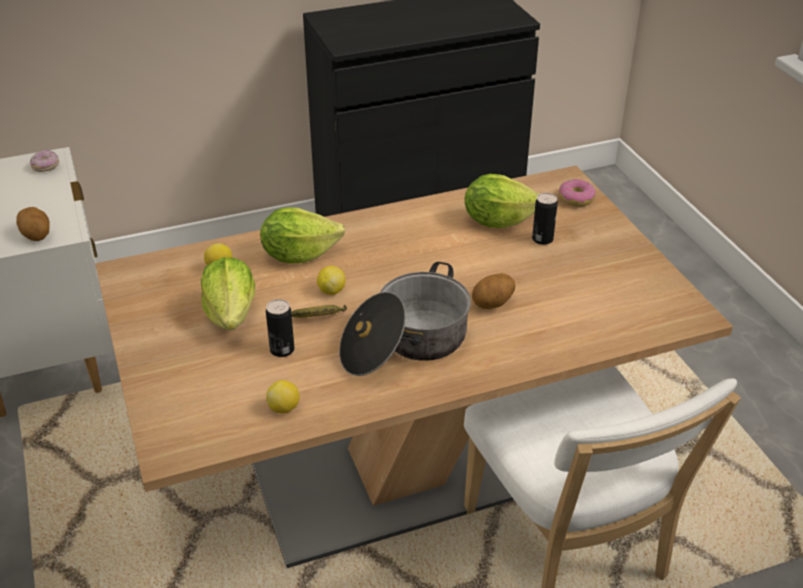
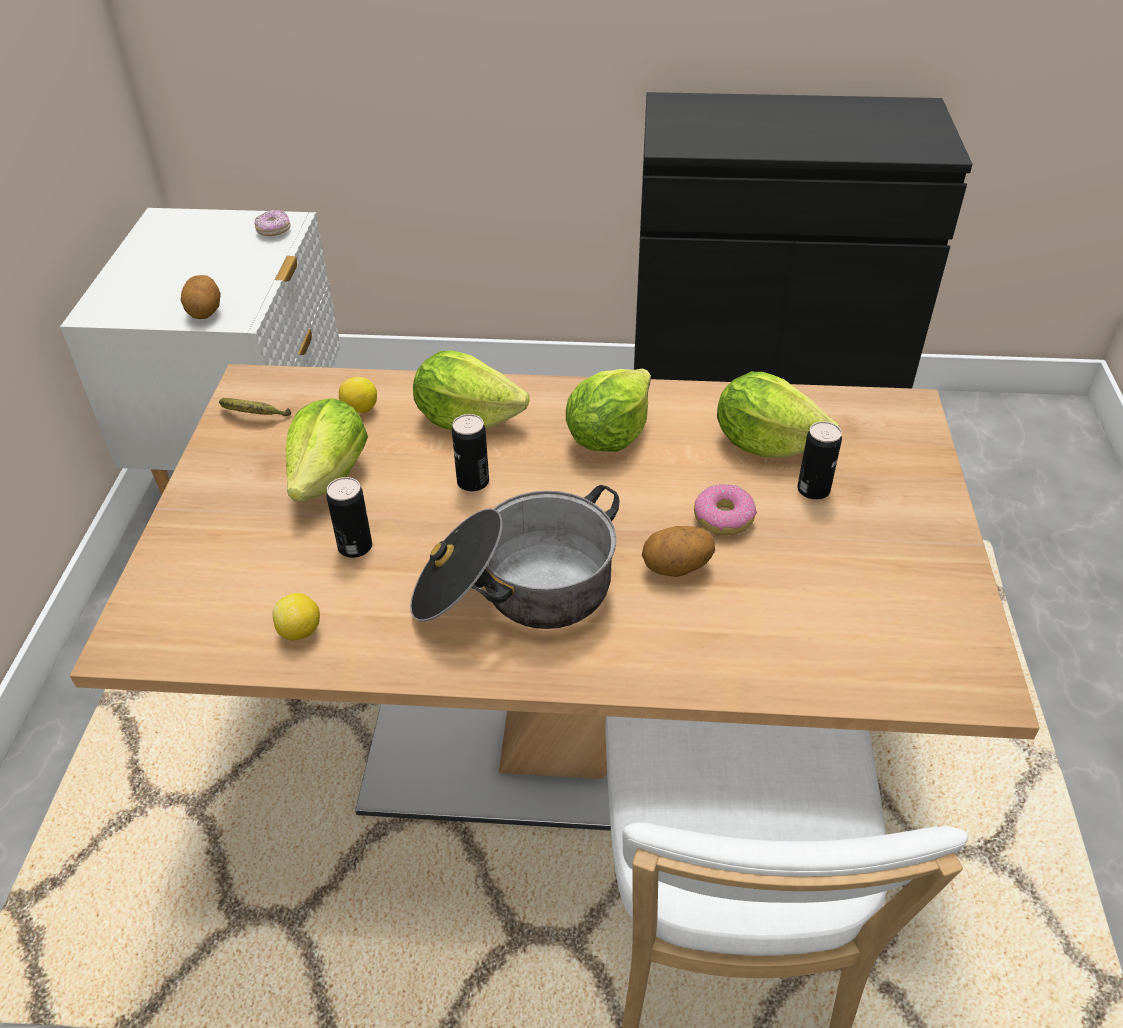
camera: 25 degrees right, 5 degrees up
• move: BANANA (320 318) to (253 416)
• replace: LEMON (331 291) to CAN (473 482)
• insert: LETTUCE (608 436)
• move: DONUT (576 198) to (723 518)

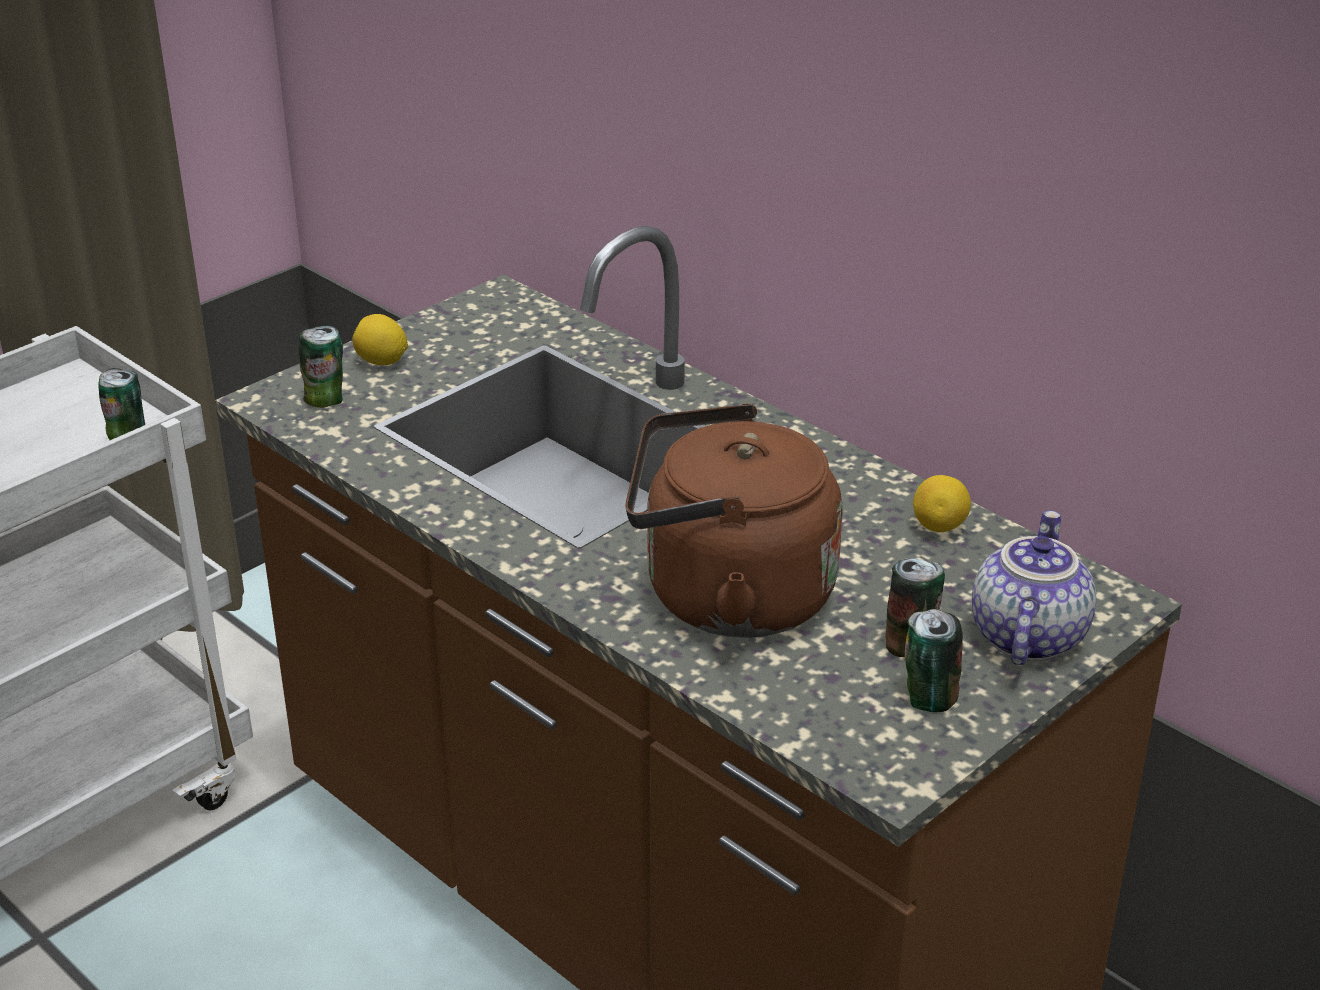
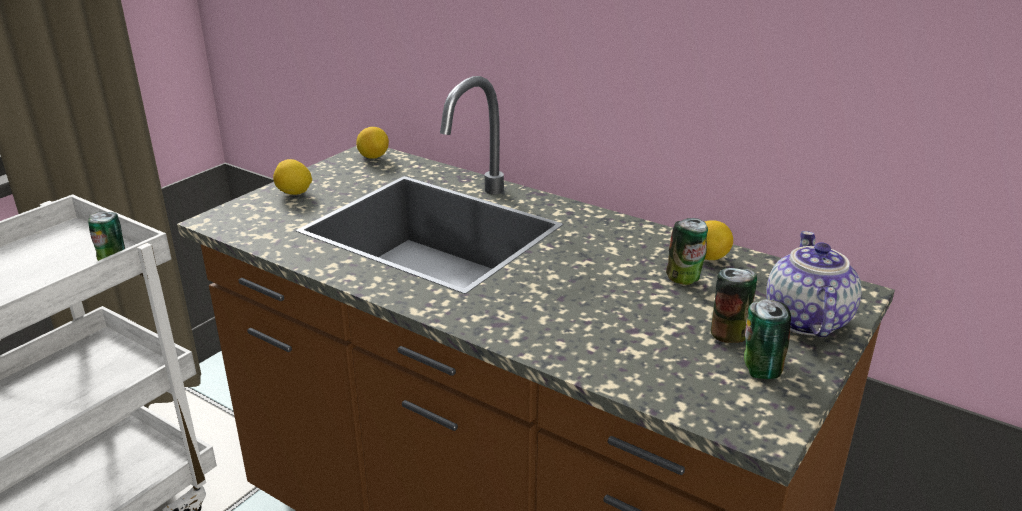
camera: 10 degrees left, 5 degrees down
• insert: LEMON (373 157)
• move: CAN (325 400) to (685 279)
• delete: BROWN KETTLE (726 597)

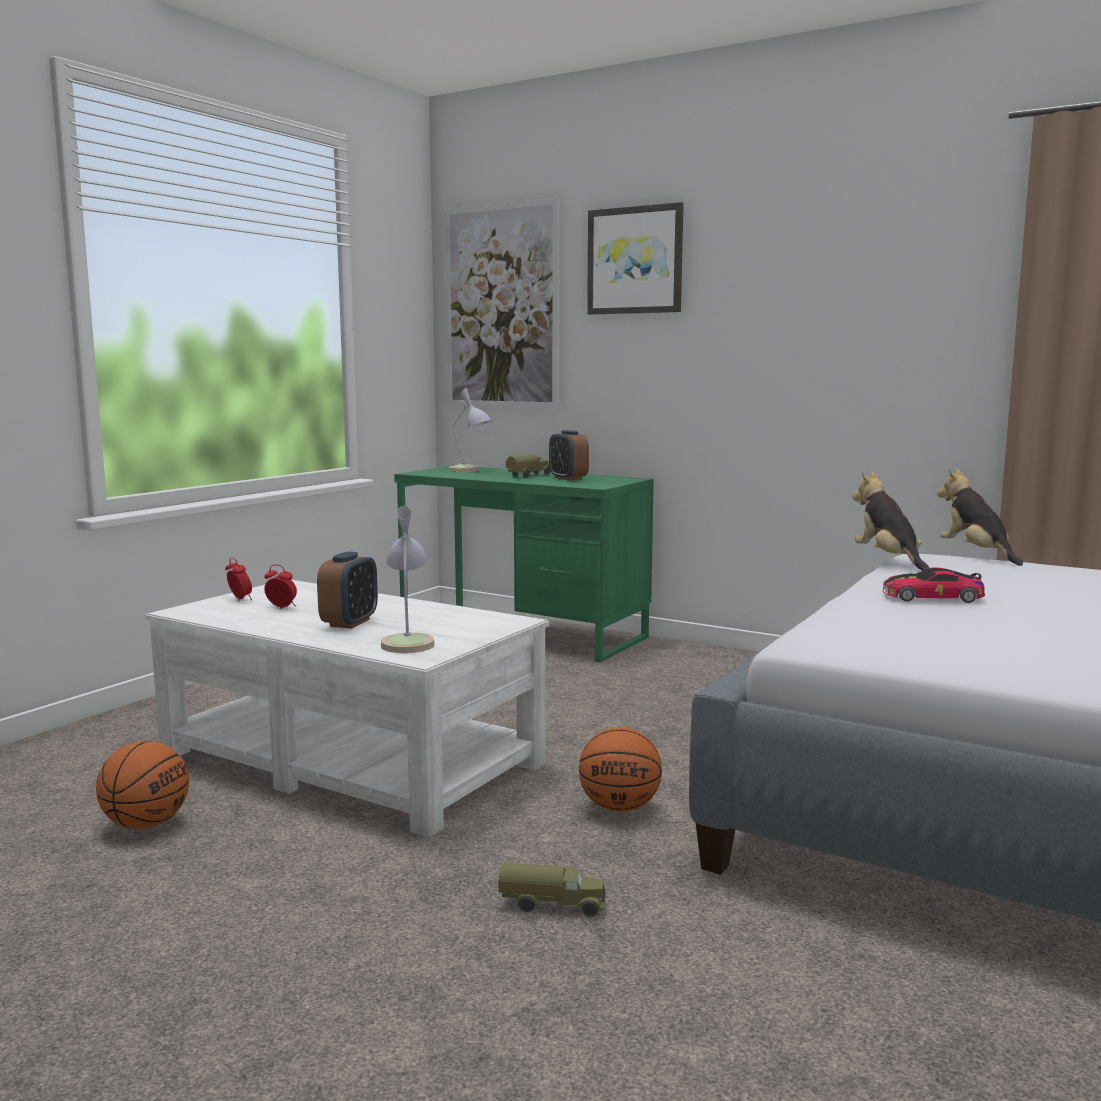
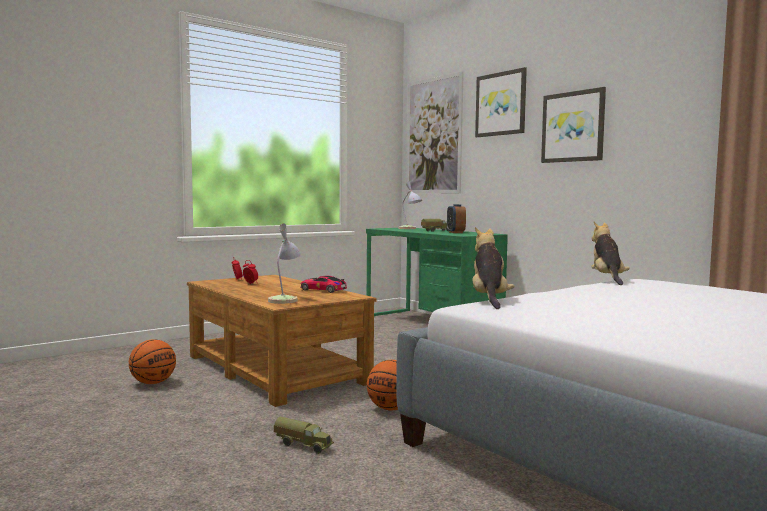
camera: 20 degrees right, 5 degrees down
• recolor: WHITE COFFEE TABLE (350 757) to BROWN COFFEE TABLE (275 368)
• move: TOY CAR (932 597) to (323 290)
• move: PLUSH TOY (976 554) to (489 300)
• insert: PICTURE (573 127)
• delete: ALARM CLOCK (349 623)

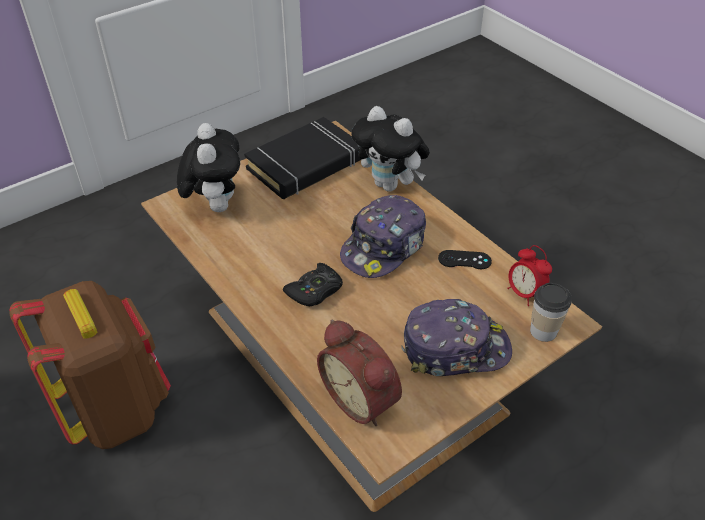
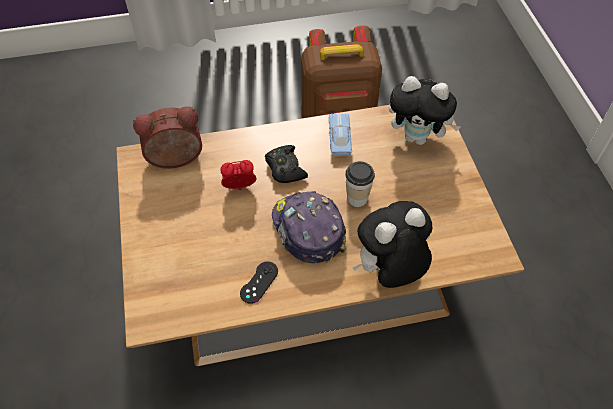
camera: 115 degrees right, 10 degrees up
• move: ALARM CLOCK (524 294) to (239 188)
• insert: BLUE TOY CAR (339 138)
• move: CUP (543 331) to (357 198)
• delete: BLACK BOOK (305 165)
• delete: CAP (455 348)

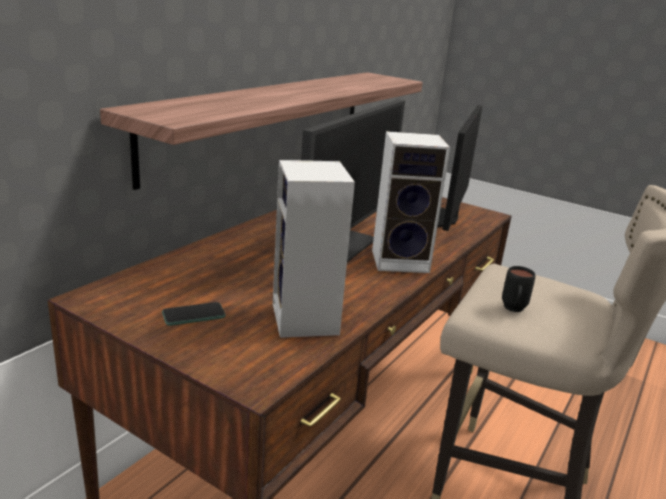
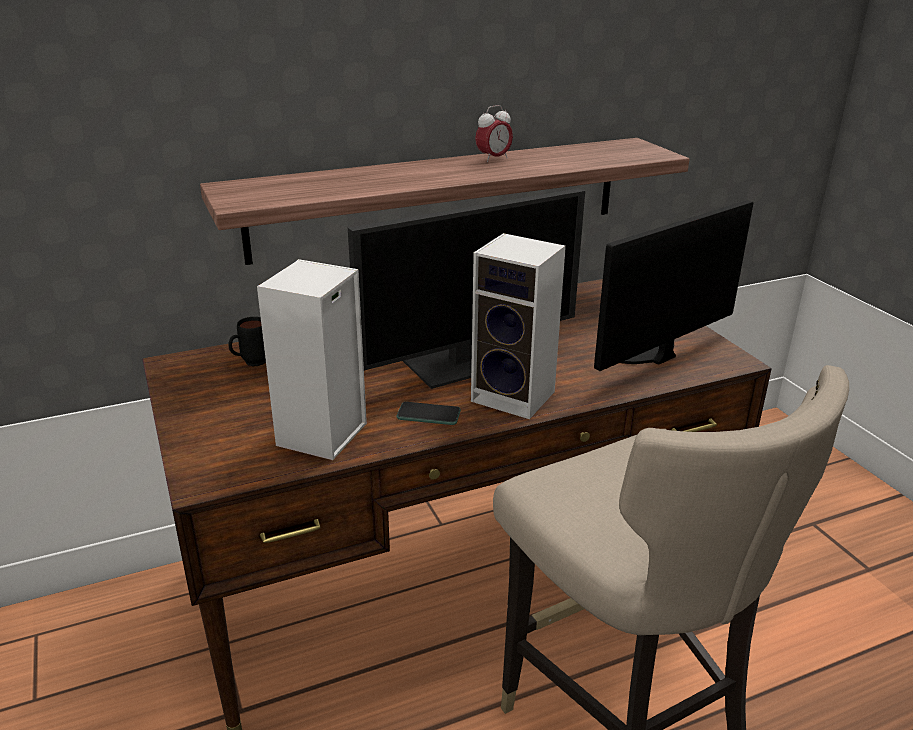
camera: 35 degrees right, 5 degrees up
• move: BLACK MUG (513 310) to (250 363)
• move: PHONE (193 315) to (428 415)
• insert: ALARM CLOCK (493 159)

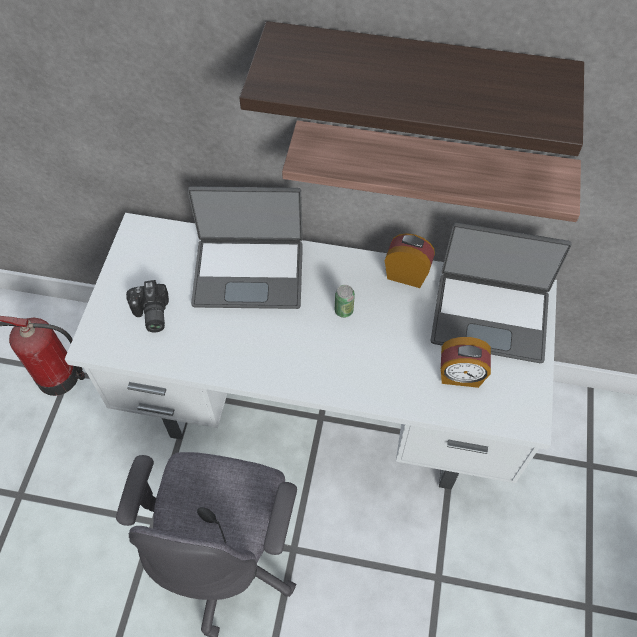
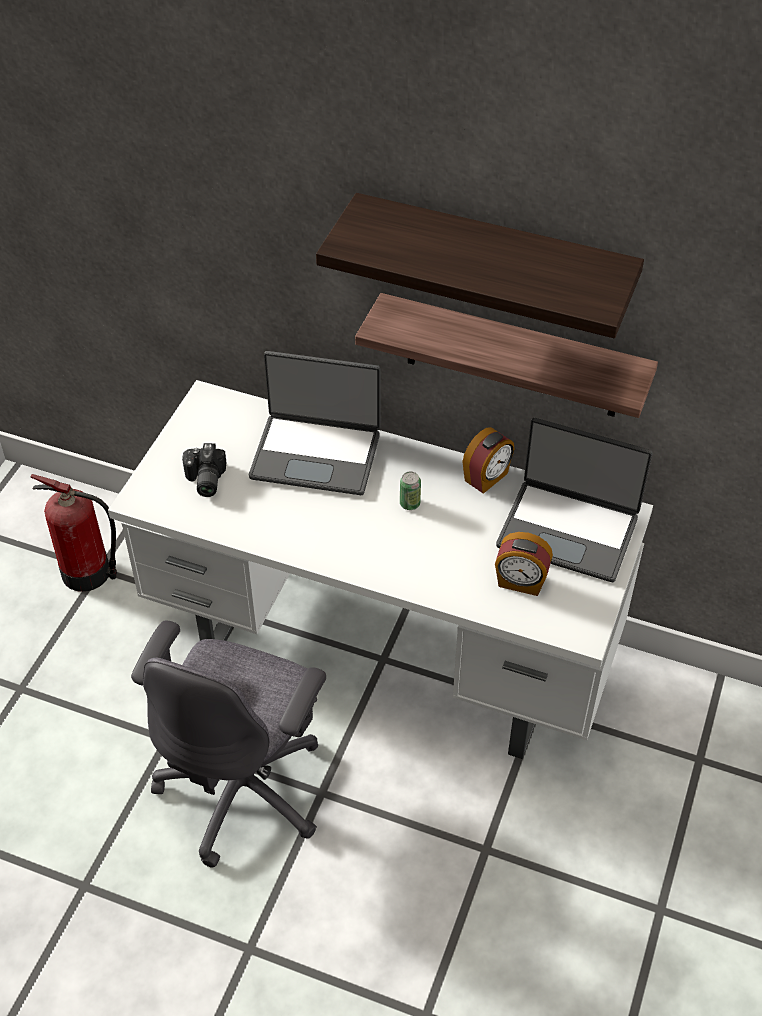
camera: 10 degrees right, 10 degrees down
• rotate: ALARM CLOCK (406 274) = (487 477) 105 degrees clockwise

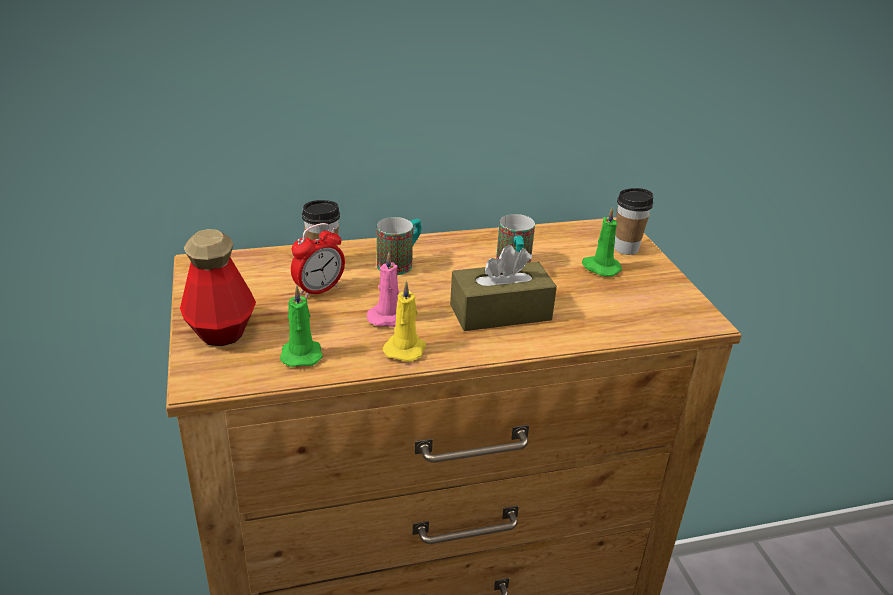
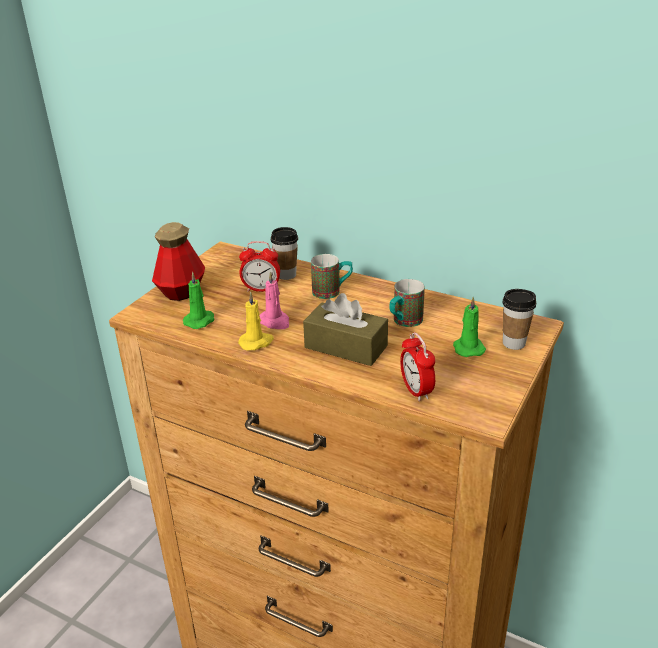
camera: 45 degrees right, 0 degrees up
• insert: ALARM CLOCK (416 391)

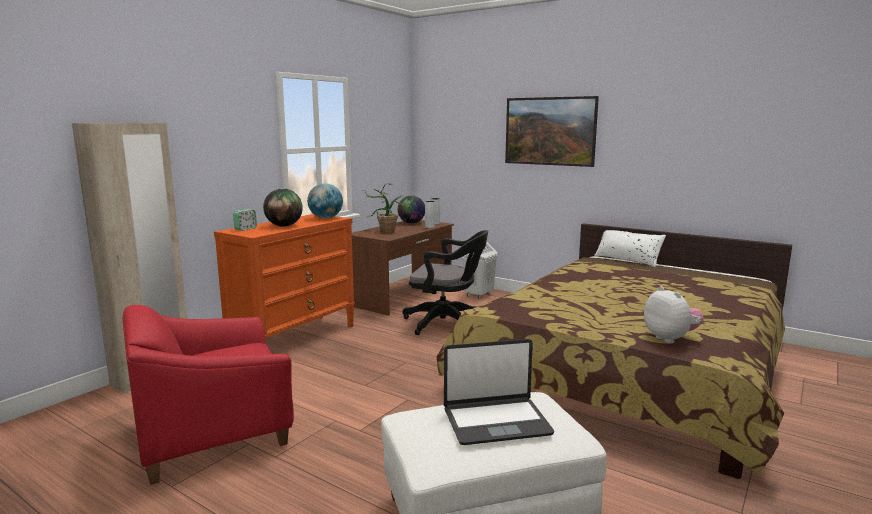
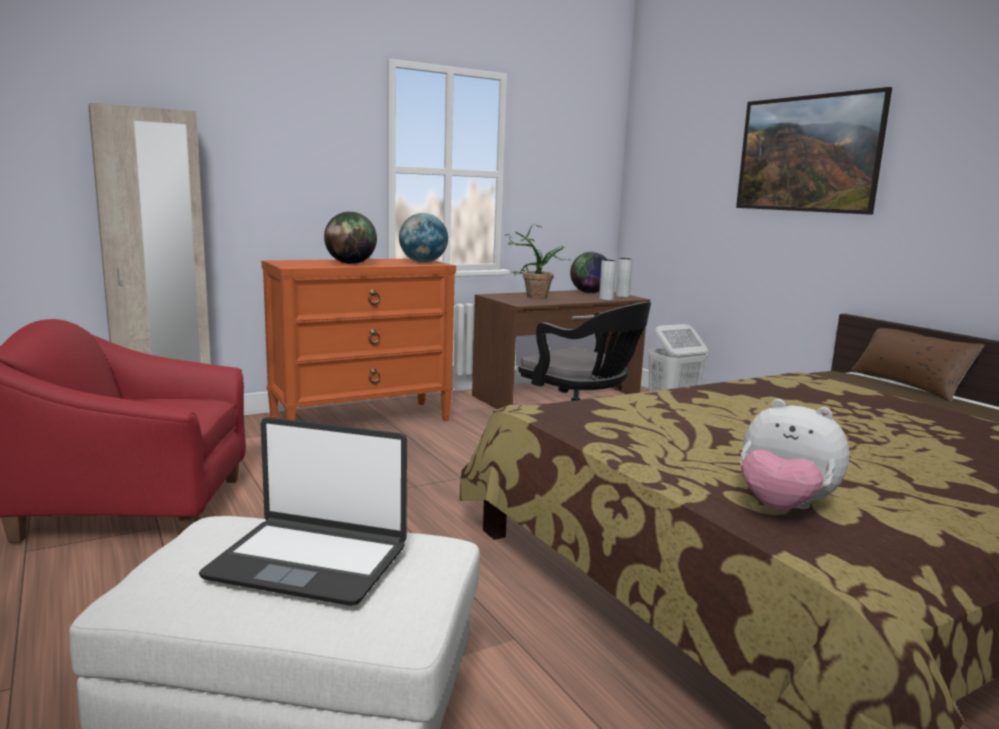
camera: 25 degrees right, 0 degrees up
• rotate: PLUSH TOY (670 338) = (783 508) 120 degrees clockwise
• recolor: WHITE PILLOW (627 260) to BROWN PILLOW (908 384)
• delete: ALARM CLOCK (245 229)

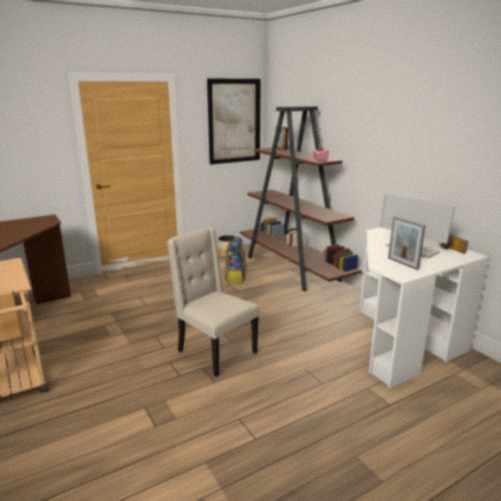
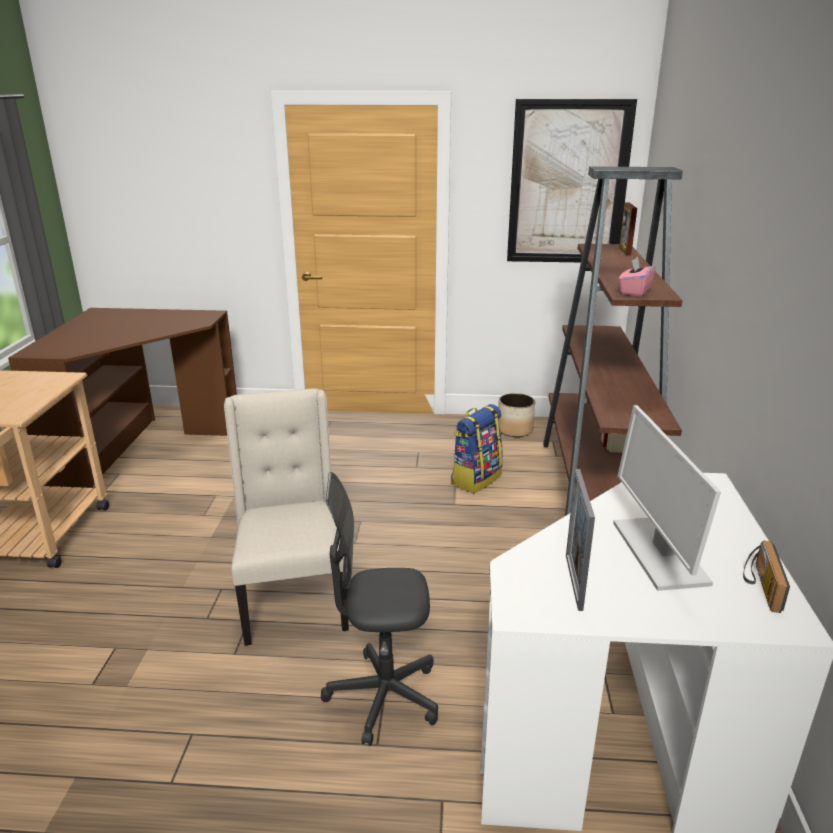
camera: 35 degrees right, 5 degrees up
• insert: GREY OFFICE CHAIR (383 697)

